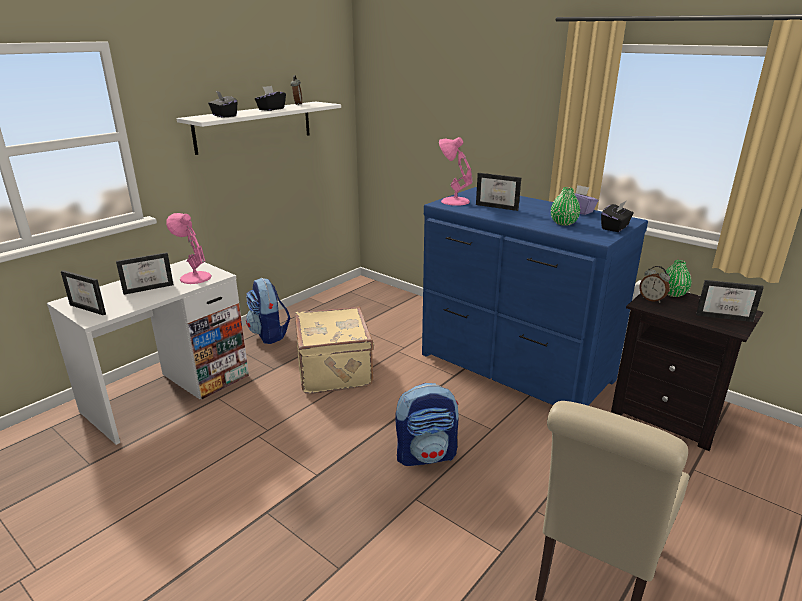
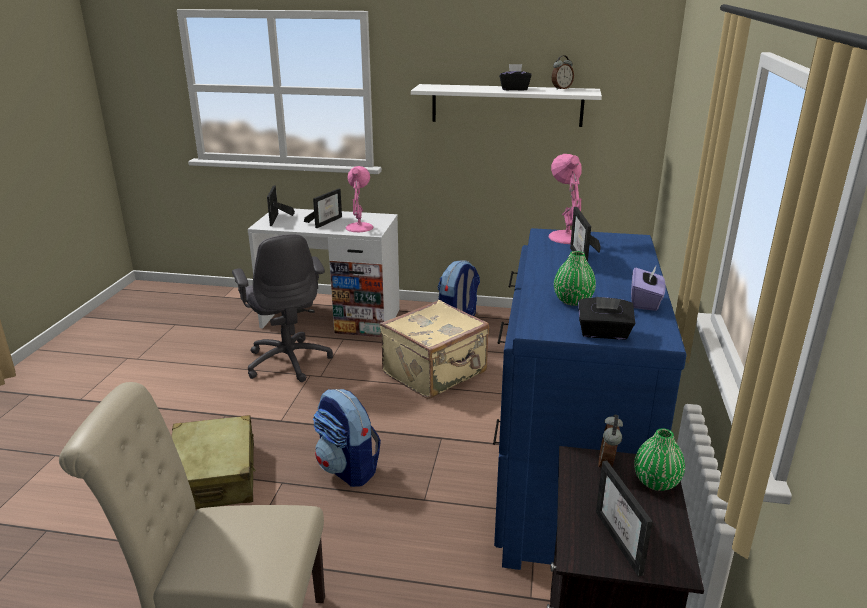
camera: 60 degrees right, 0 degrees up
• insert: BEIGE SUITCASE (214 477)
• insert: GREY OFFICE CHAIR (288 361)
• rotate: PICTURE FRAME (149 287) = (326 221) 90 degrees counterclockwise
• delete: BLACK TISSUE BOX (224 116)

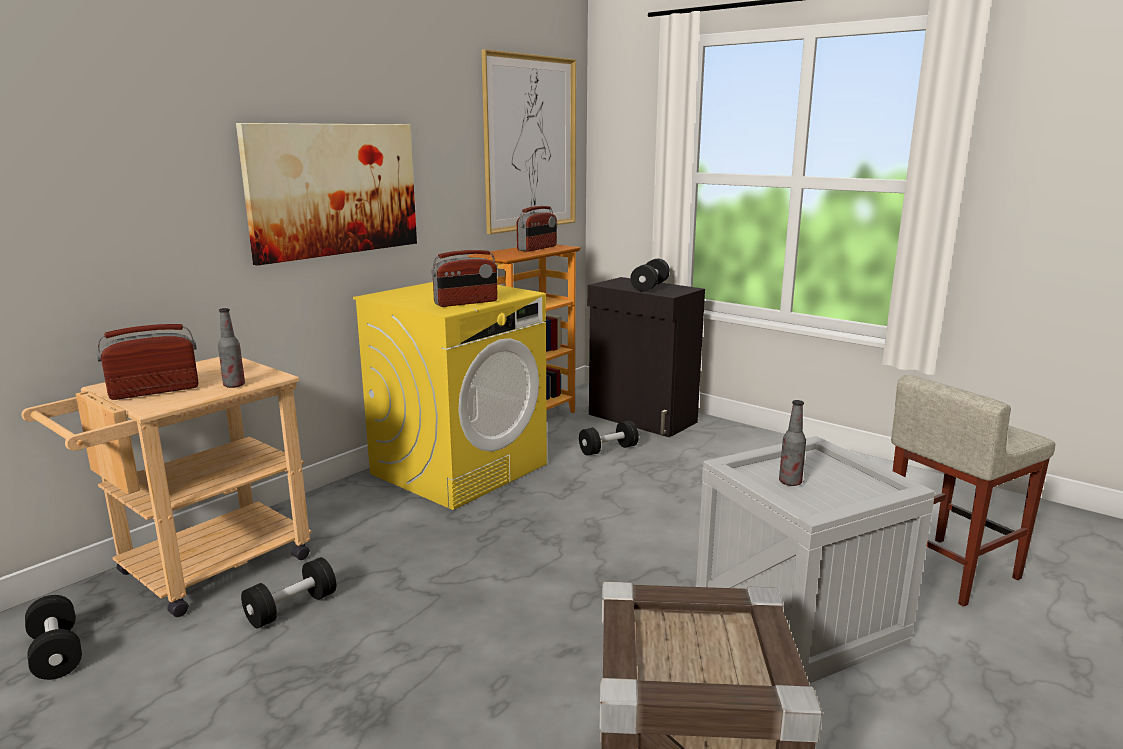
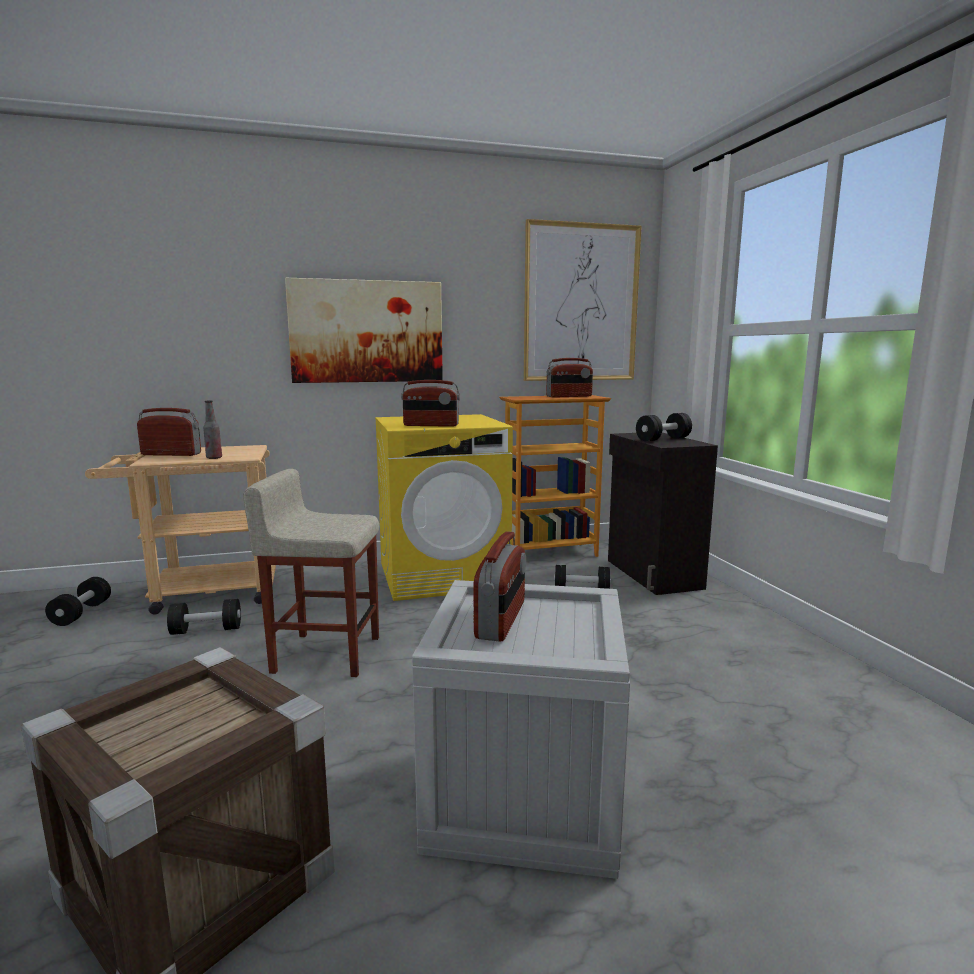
camera: 35 degrees right, 5 degrees down
• move: BEIGE STOOL (948 570) to (325 654)
• replace: BOTTLE (790 482) to RADIO (501 620)

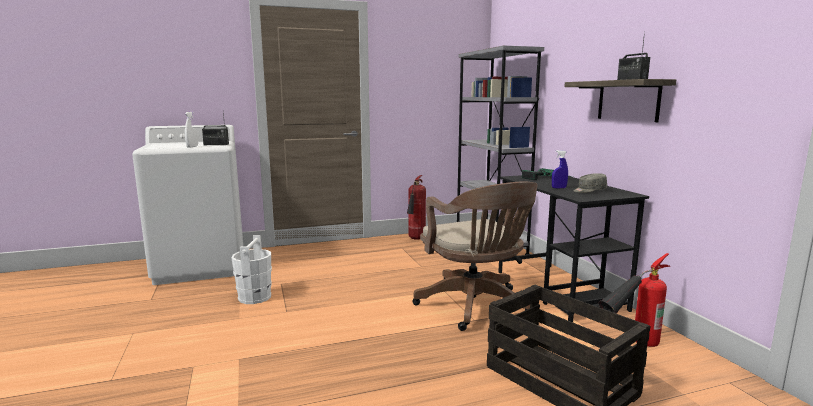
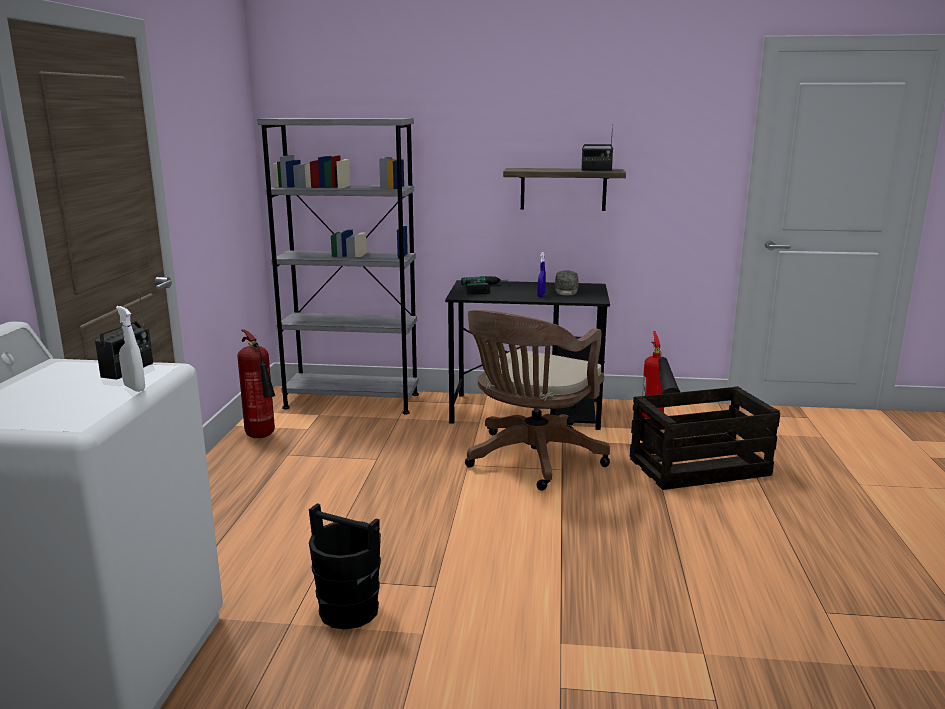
camera: 65 degrees left, 5 degrees up
• recolor: WHITE BUCKET (255 297) to BLACK BUCKET (348 610)
• rotate: BROWN OFFICE CHAIR (475 307) = (531 460) 120 degrees clockwise

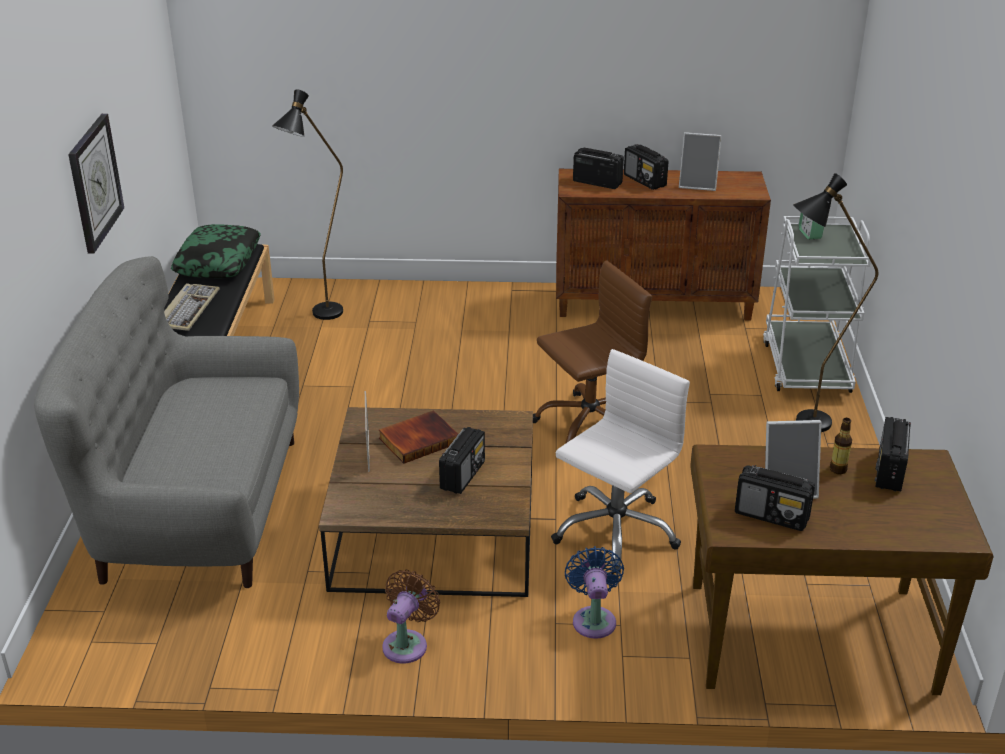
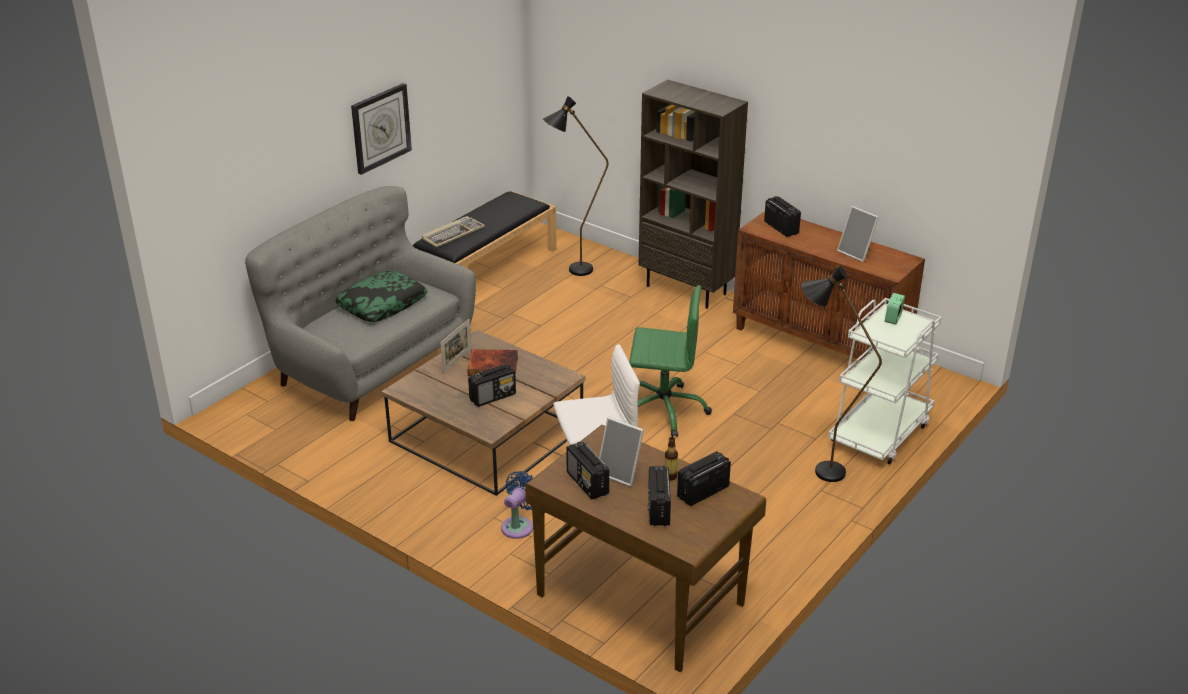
camera: 35 degrees right, 0 degrees up
• move: PILLOW (218 261) to (382 304)
• recolor: BROWN OFFICE CHAIR (589 425) to GREEN OFFICE CHAIR (664 410)
• insert: BROWN BOOKCASE (687 290)
• move: RADIO (645 181) to (658 509)
• delete: BROWN FAN (407 643)

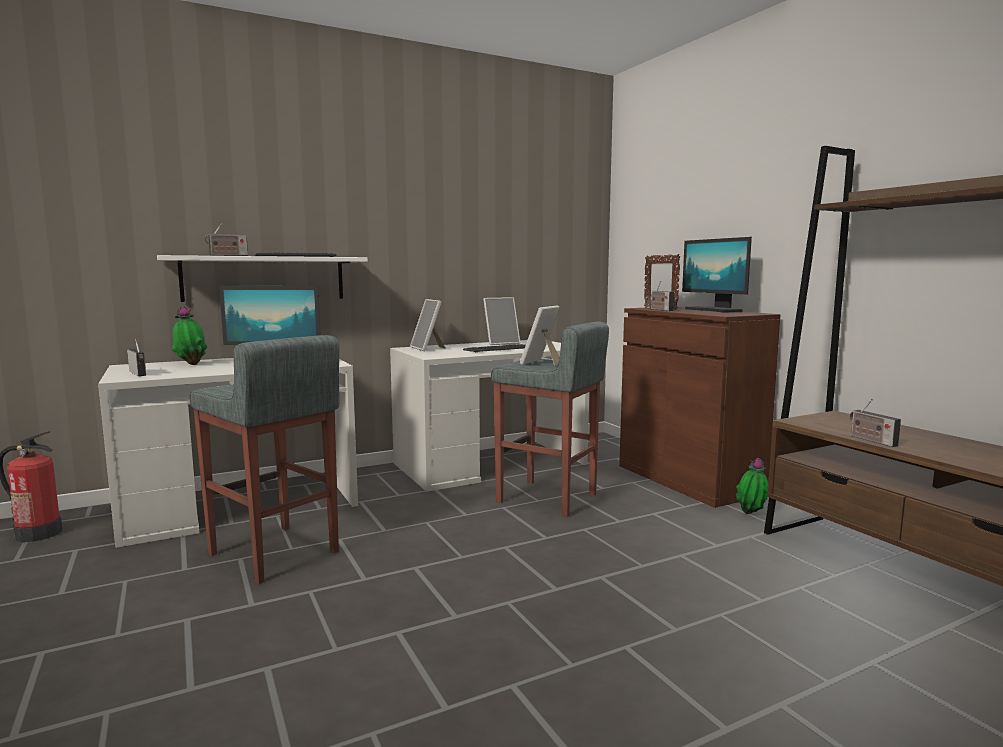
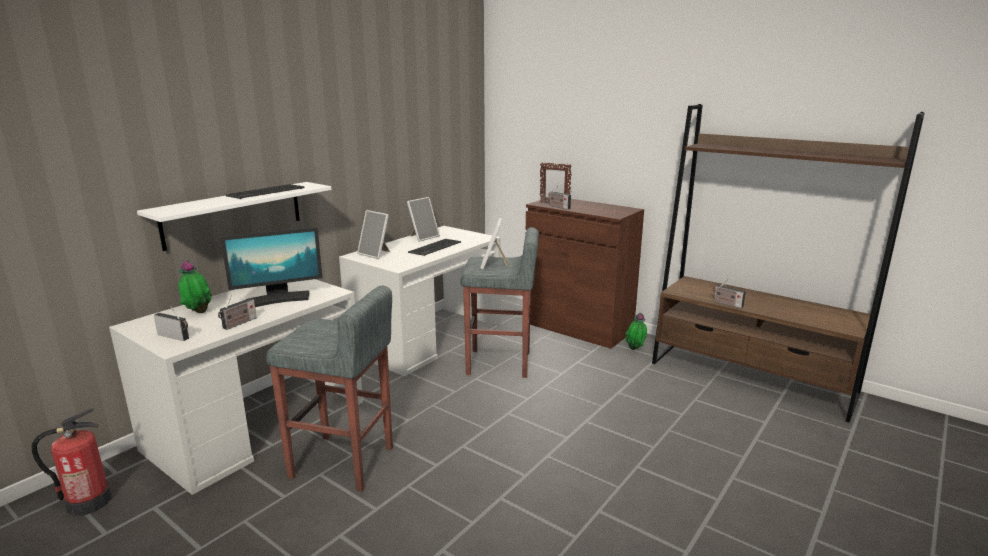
camera: 25 degrees left, 10 degrees up
• move: RADIO (227 255) to (238 324)
• delete: MONITOR (713 310)

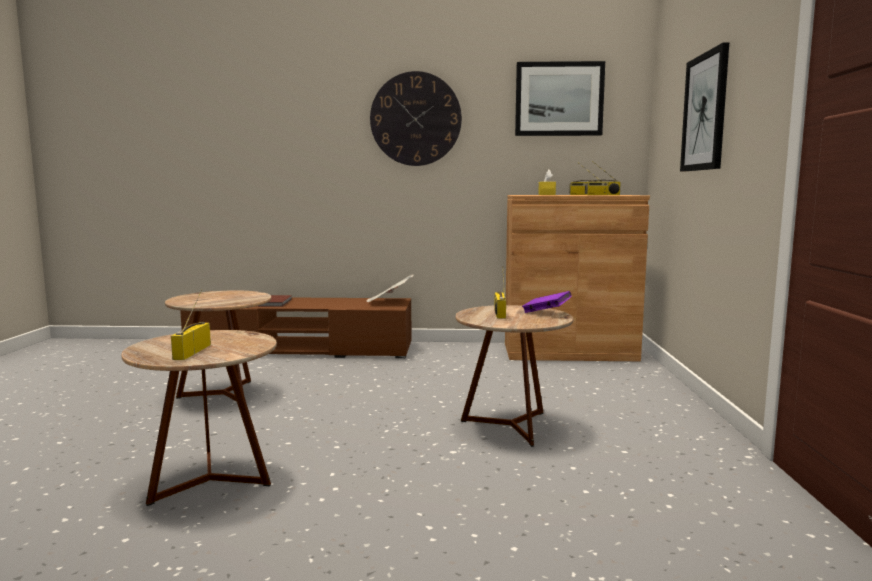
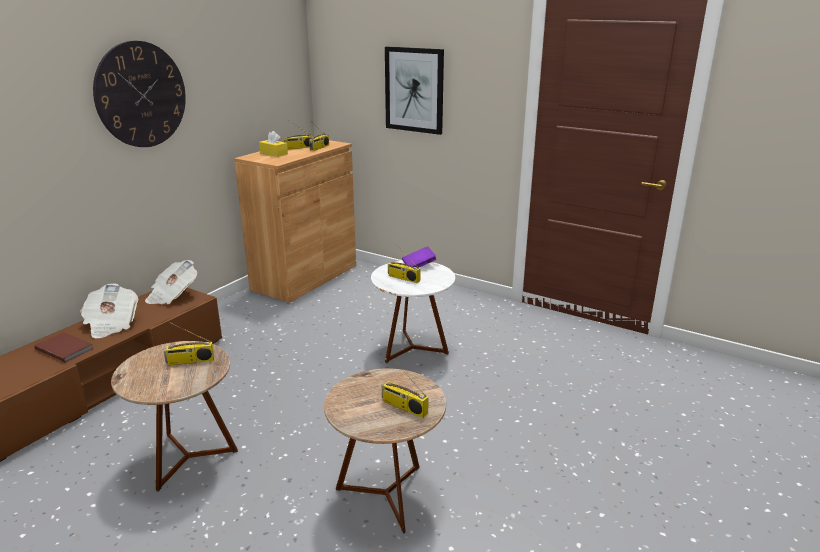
camera: 60 degrees left, 15 degrees up
• insert: NEWSPAPER (111 324)
• insert: RADIO (190 361)
• recolor: BROWN SIDE TABLE (511 426) to WHITE SIDE TABLE (412 349)
• delete: PICTURE (559 99)

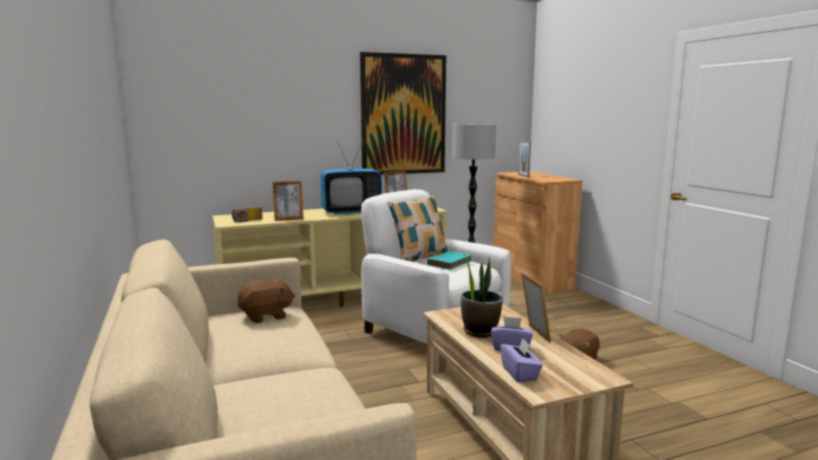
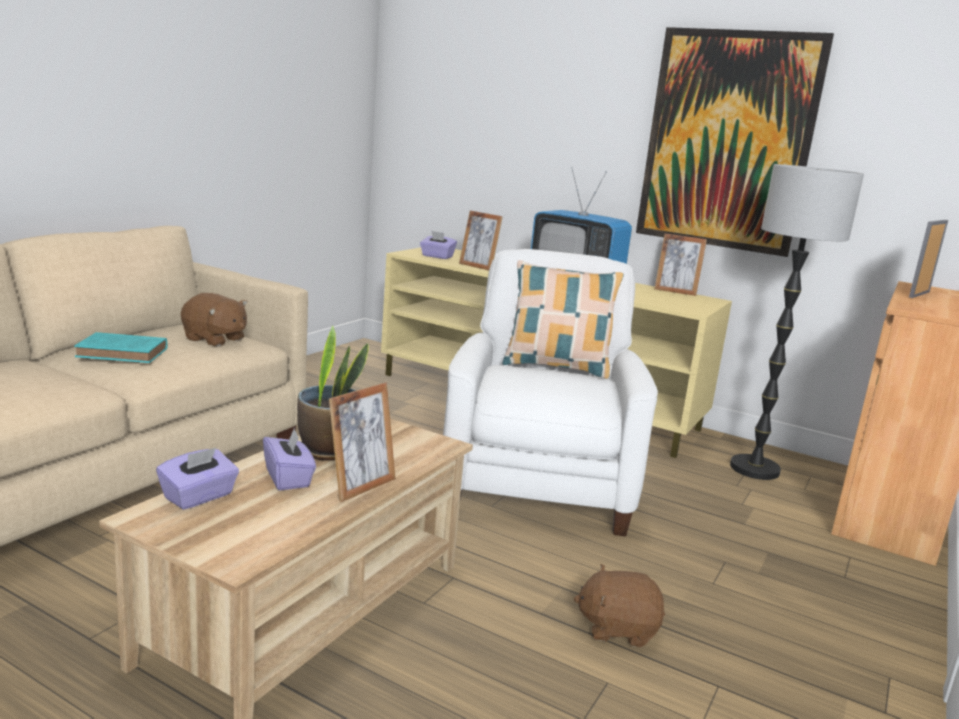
camera: 50 degrees right, 5 degrees up
• move: TURQUOISE BOOK (450 262) to (125 353)
• replace: RADIO (247 220) to PURPLE TISSUE BOX (437 256)

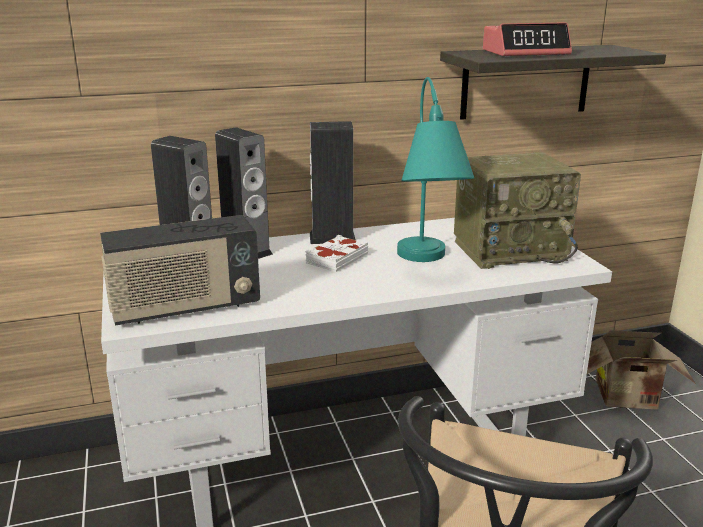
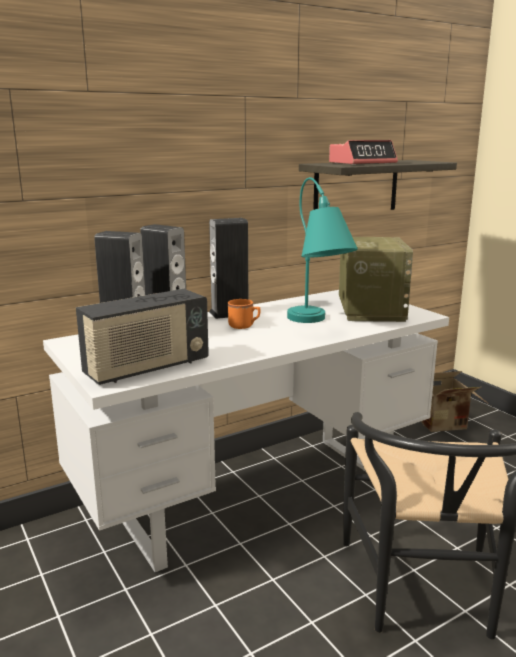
camera: 15 degrees left, 5 degrees down
• replace: WHITE BOOK (336 258) to ORANGE MUG (244 326)
• rotate: RADIO (510 250) = (370 310) 60 degrees counterclockwise

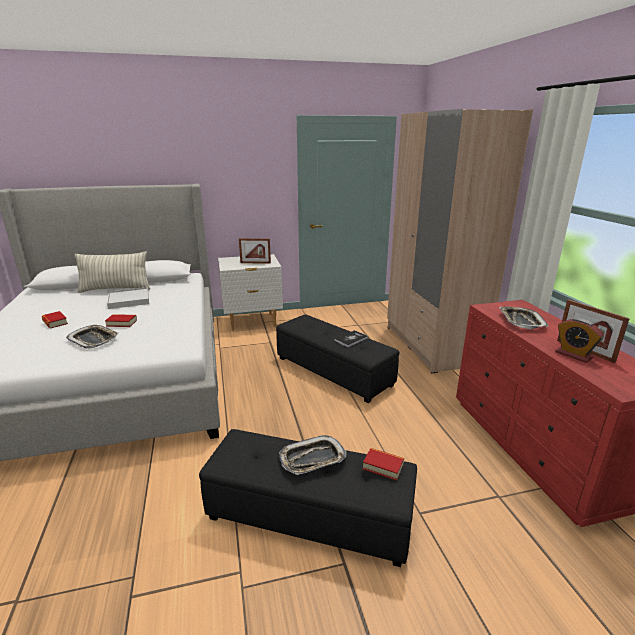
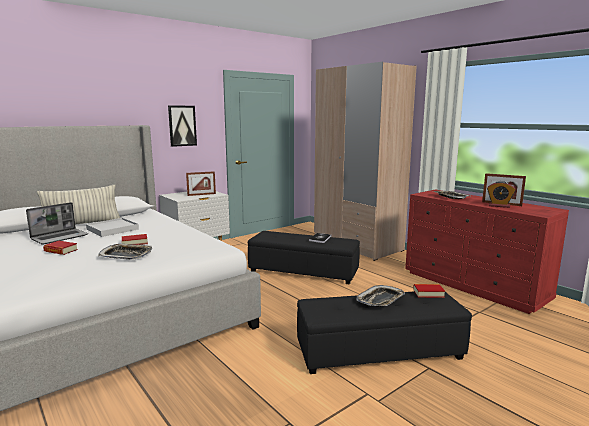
camera: 25 degrees left, 10 degrees down
• insert: LAPTOP (60 237)
• insert: PICTURE (182 125)

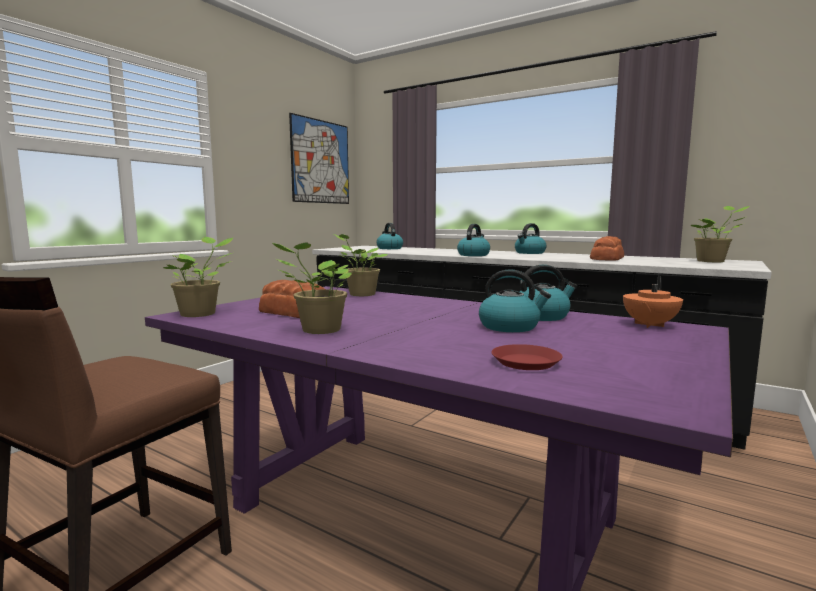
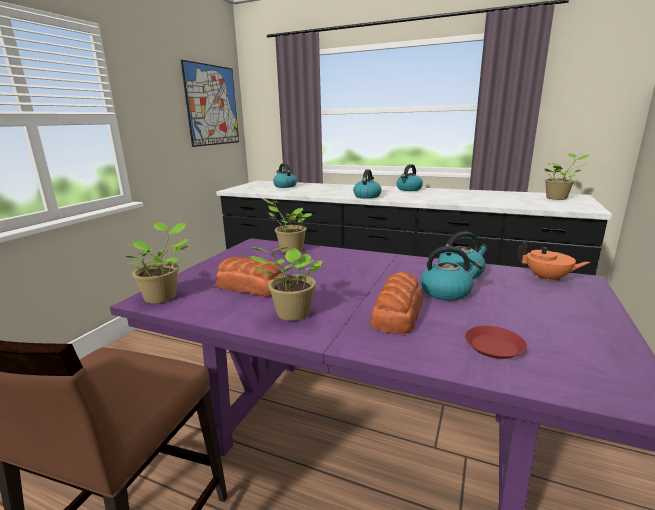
camera: 10 degrees left, 10 degrees up
• move: BREAD (606 258) to (396 313)
• rotate: ORANGE TEAPOT (649 325) = (547 279) 90 degrees counterclockwise

